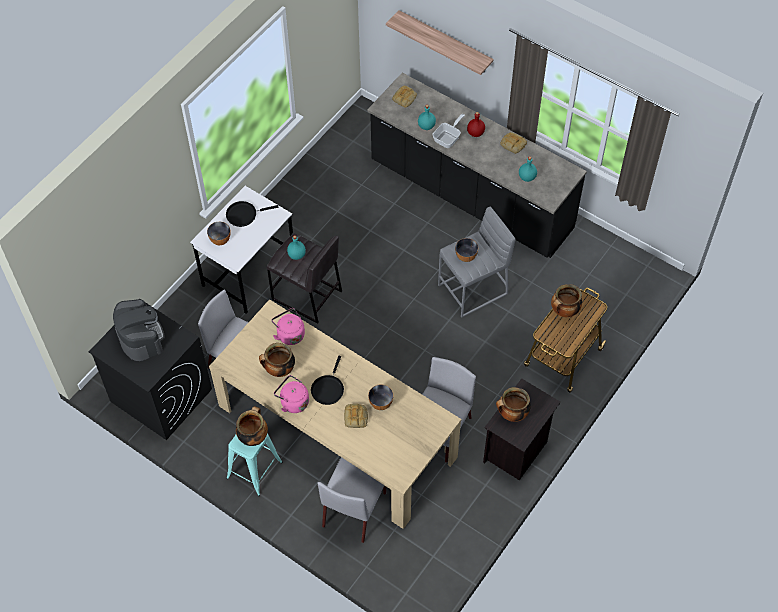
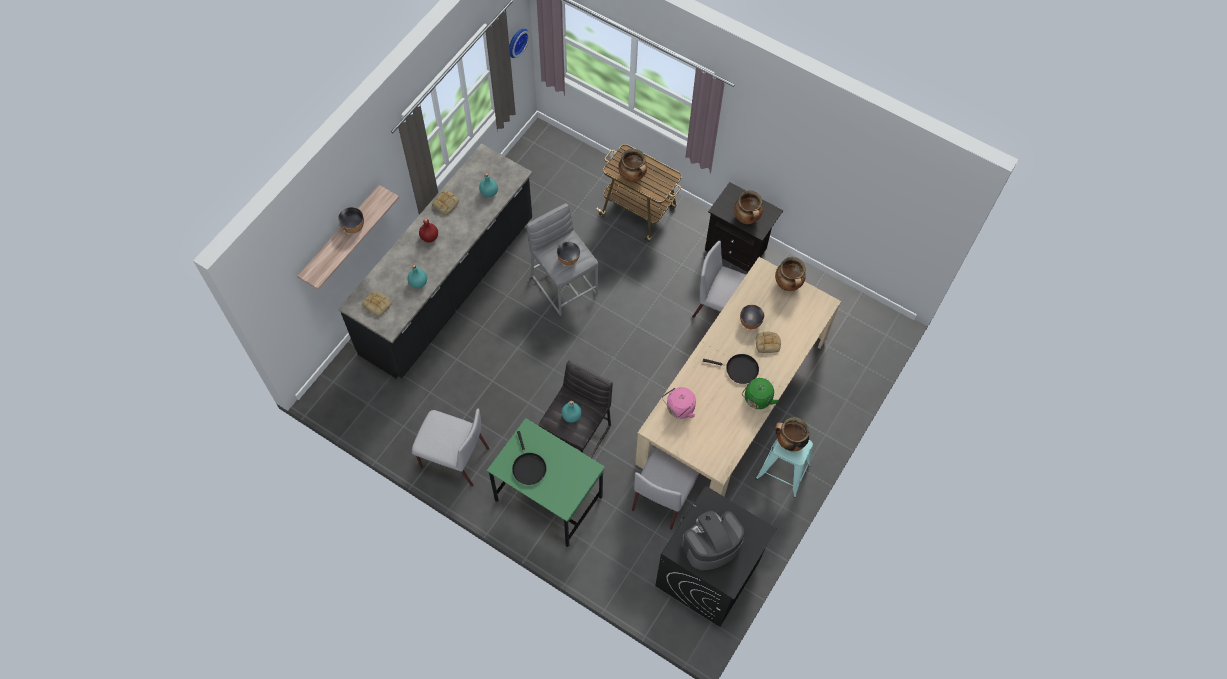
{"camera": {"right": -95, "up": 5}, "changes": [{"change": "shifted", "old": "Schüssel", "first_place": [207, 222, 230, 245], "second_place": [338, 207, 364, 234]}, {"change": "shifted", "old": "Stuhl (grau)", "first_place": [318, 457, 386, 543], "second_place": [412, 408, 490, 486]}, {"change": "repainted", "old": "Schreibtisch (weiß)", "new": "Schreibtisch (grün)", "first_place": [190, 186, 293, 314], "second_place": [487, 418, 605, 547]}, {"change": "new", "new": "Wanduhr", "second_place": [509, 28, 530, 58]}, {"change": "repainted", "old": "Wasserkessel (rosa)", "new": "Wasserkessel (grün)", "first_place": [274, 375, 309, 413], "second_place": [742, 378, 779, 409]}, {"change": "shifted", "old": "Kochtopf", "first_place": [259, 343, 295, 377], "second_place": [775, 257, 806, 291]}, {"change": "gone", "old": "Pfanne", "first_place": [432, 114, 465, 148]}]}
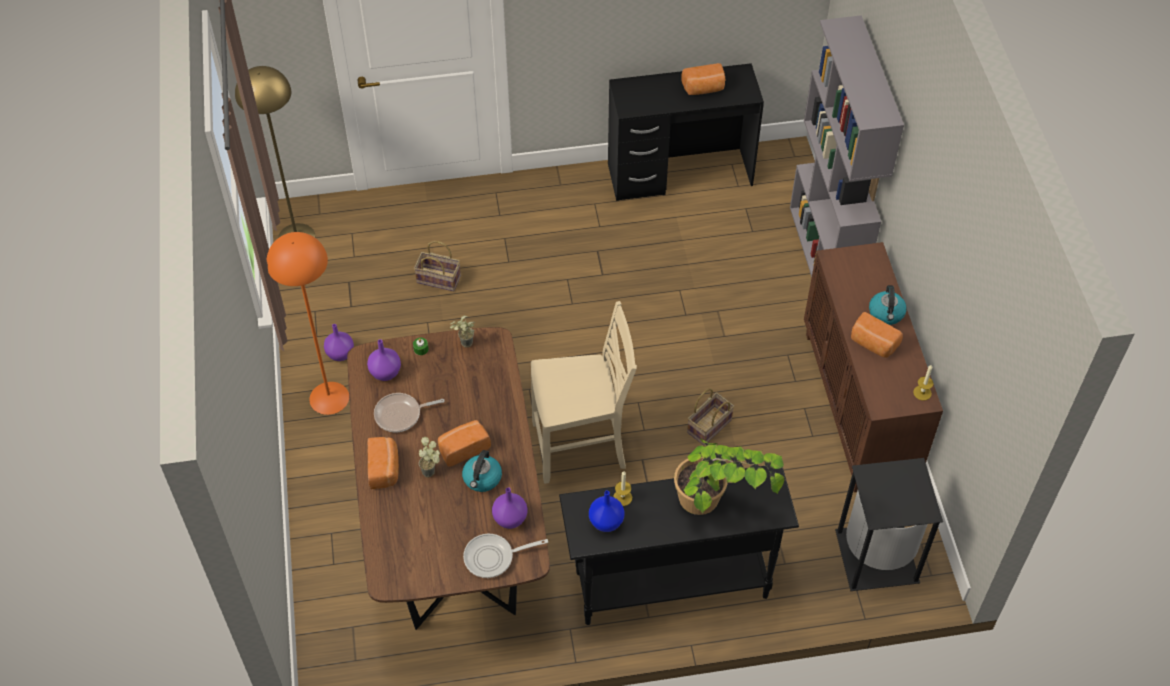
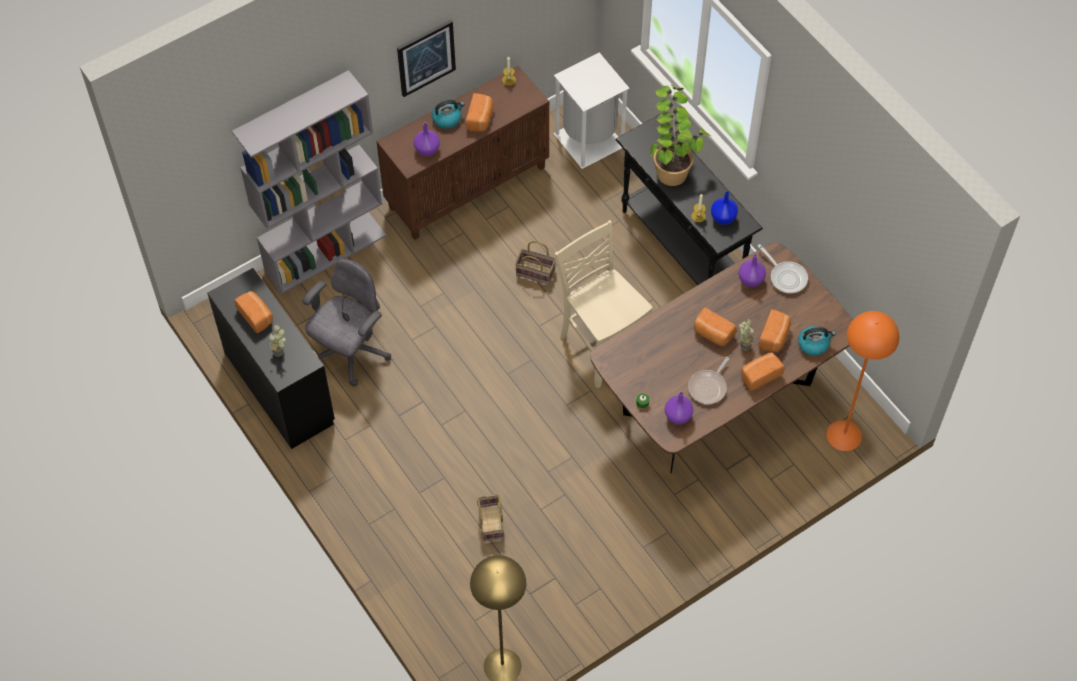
{"camera": {"right": -115, "up": 5}, "changes": [{"change": "shifted", "old": "Topfpflanze", "first_place": [450, 316, 475, 347], "second_place": [269, 325, 286, 357]}, {"change": "new", "new": "Bürostuhl (grau)", "second_place": [302, 258, 392, 386]}, {"change": "new", "new": "Bild", "second_place": [397, 20, 456, 97]}, {"change": "shifted", "old": "Vase (lila)", "first_place": [324, 324, 354, 361], "second_place": [414, 123, 440, 156]}, {"change": "repainted", "old": "Mülleimer (schwarz)", "new": "Mülleimer (weiß)", "first_place": [835, 458, 943, 591], "second_place": [553, 52, 630, 169]}, {"change": "rotated", "old": "Pfanne", "first_place": [374, 393, 444, 432], "second_place": [688, 357, 729, 404], "degrees": 75}, {"change": "new", "new": "Brot", "second_place": [758, 309, 791, 352]}, {"change": "shifted", "old": "Wasserkessel", "first_place": [462, 450, 502, 492], "second_place": [798, 326, 836, 356]}, {"change": "shifted", "old": "Stehlampe (orange)", "first_place": [266, 232, 349, 415], "second_place": [827, 311, 899, 451]}]}
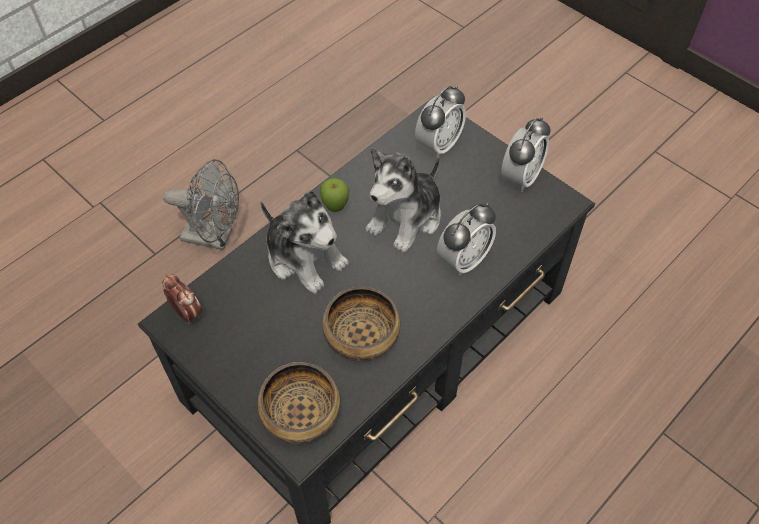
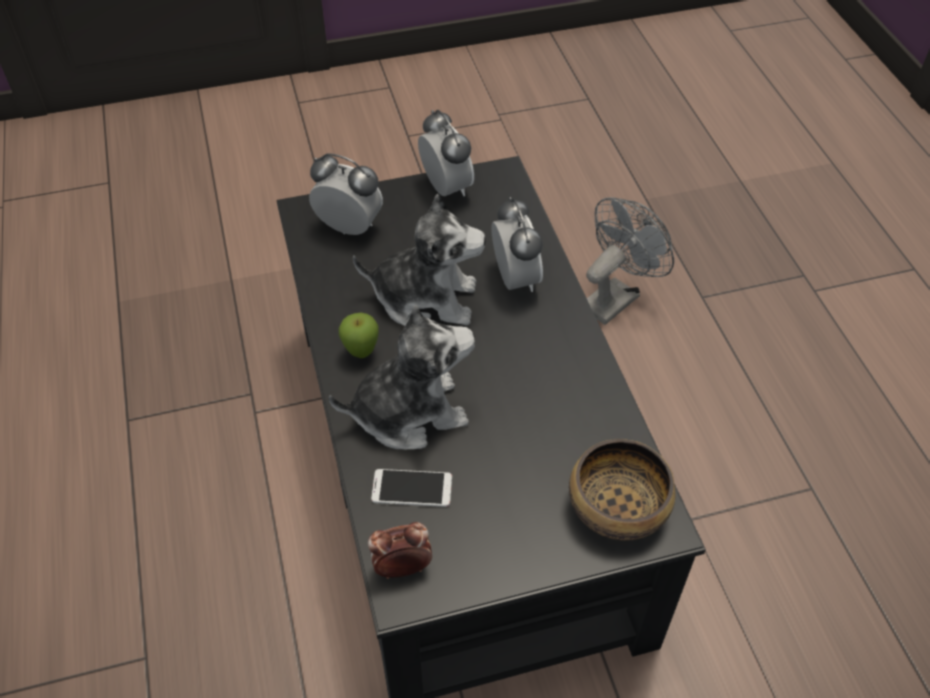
{"camera": {"right": -60, "up": -5}, "changes": [{"change": "rotated", "old": "Wecker", "first_place": [415, 86, 466, 158], "second_place": [309, 153, 383, 235], "degrees": -45}, {"change": "rotated", "old": "Plüschtier", "first_place": [366, 148, 441, 253], "second_place": [353, 194, 486, 326], "degrees": -60}, {"change": "new", "new": "Handy", "second_place": [371, 469, 452, 507]}, {"change": "shifted", "old": "Ventilator (grau)", "first_place": [163, 159, 239, 250], "second_place": [586, 197, 674, 325]}, {"change": "gone", "old": "Schüssel", "first_place": [322, 287, 400, 362]}]}
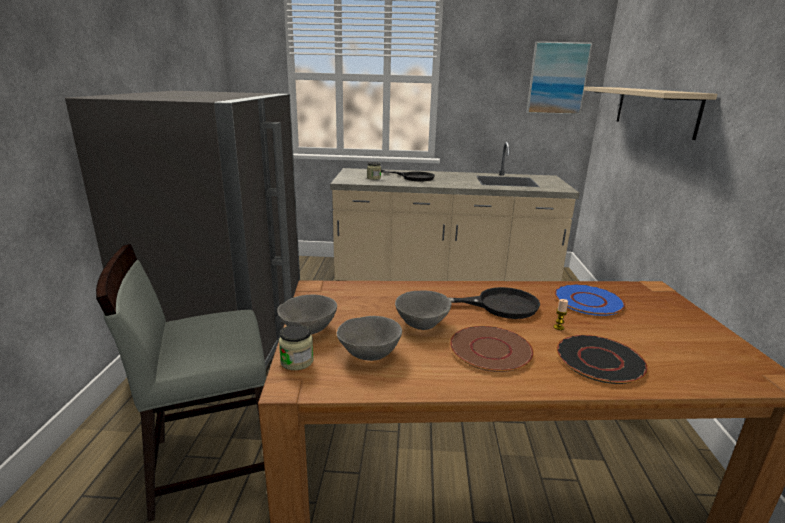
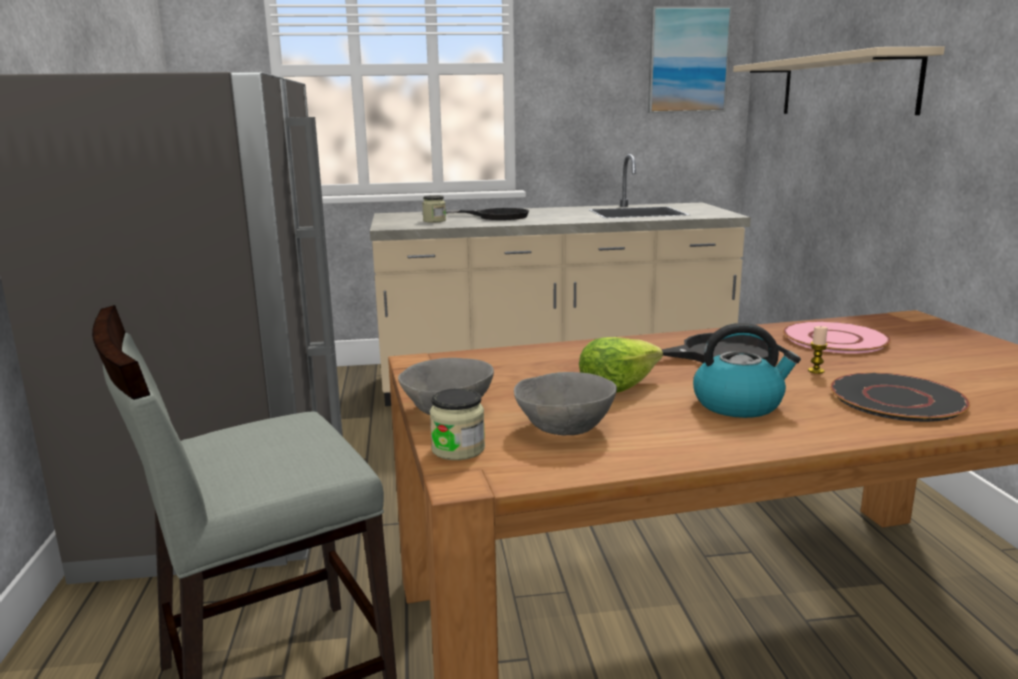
{"camera": {"right": -10, "up": -5}, "changes": [{"change": "swapped", "old": "Schüssel (grau)", "new": "Salatkopf", "first_place": [395, 290, 451, 330], "second_place": [579, 337, 663, 393]}, {"change": "swapped", "old": "Teller (braun)", "new": "Wasserkessel", "first_place": [450, 326, 534, 372], "second_place": [693, 323, 801, 418]}, {"change": "repainted", "old": "Teller (blau)", "new": "Teller (rosa)", "first_place": [554, 284, 626, 316], "second_place": [783, 321, 891, 354]}]}
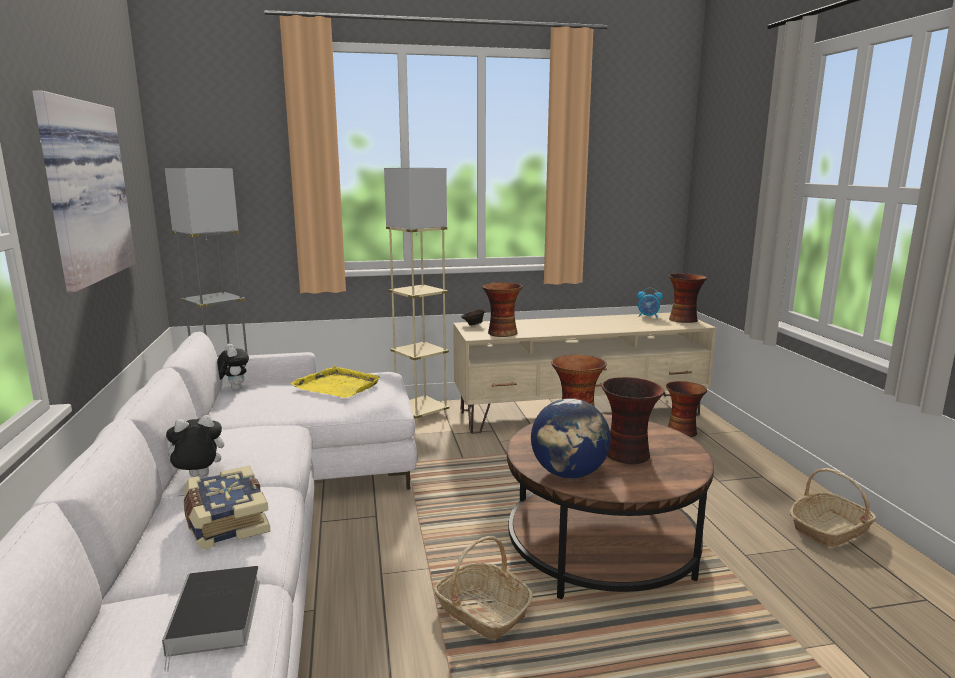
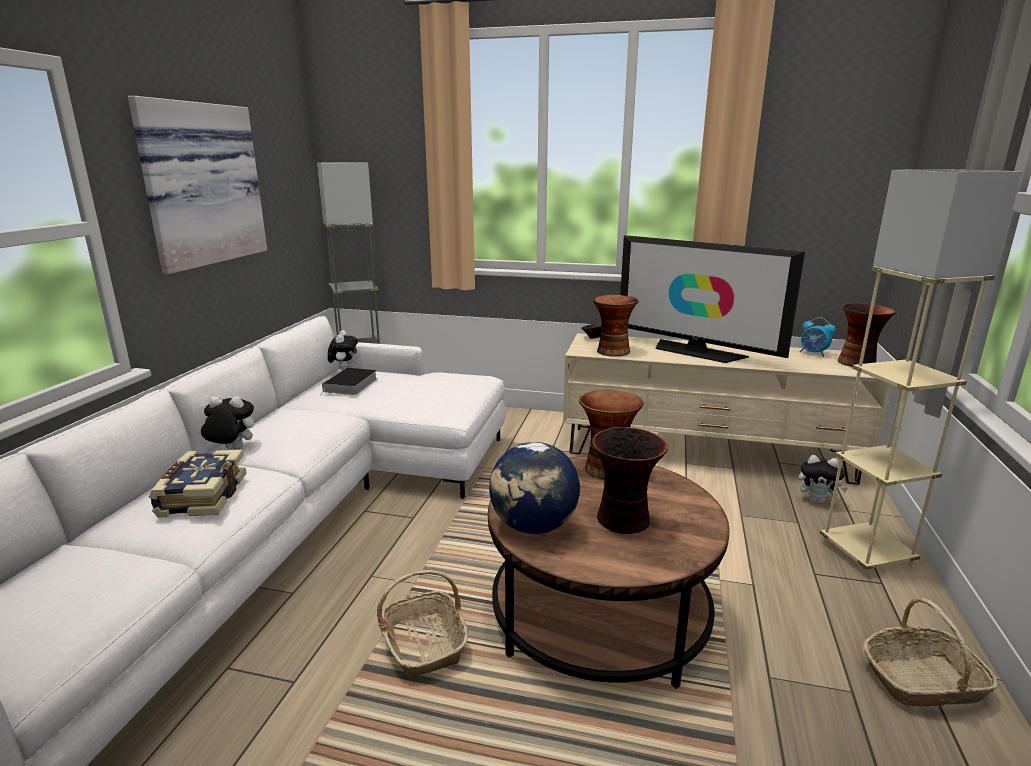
{"camera": {"right": 25, "up": 5}, "changes": [{"change": "shifted", "old": "Buch", "first_place": [162, 566, 260, 671], "second_place": [320, 368, 377, 395]}, {"change": "new", "new": "Fernseher", "second_place": [620, 235, 805, 363]}, {"change": "swapped", "old": "Vase", "new": "Plüschtier", "first_place": [666, 381, 707, 437], "second_place": [798, 455, 848, 504]}, {"change": "shifted", "old": "Stehlampe (beige)", "first_place": [384, 168, 450, 424], "second_place": [820, 169, 1022, 576]}, {"change": "gone", "old": "Tablett (gelb)", "first_place": [290, 366, 380, 398]}]}
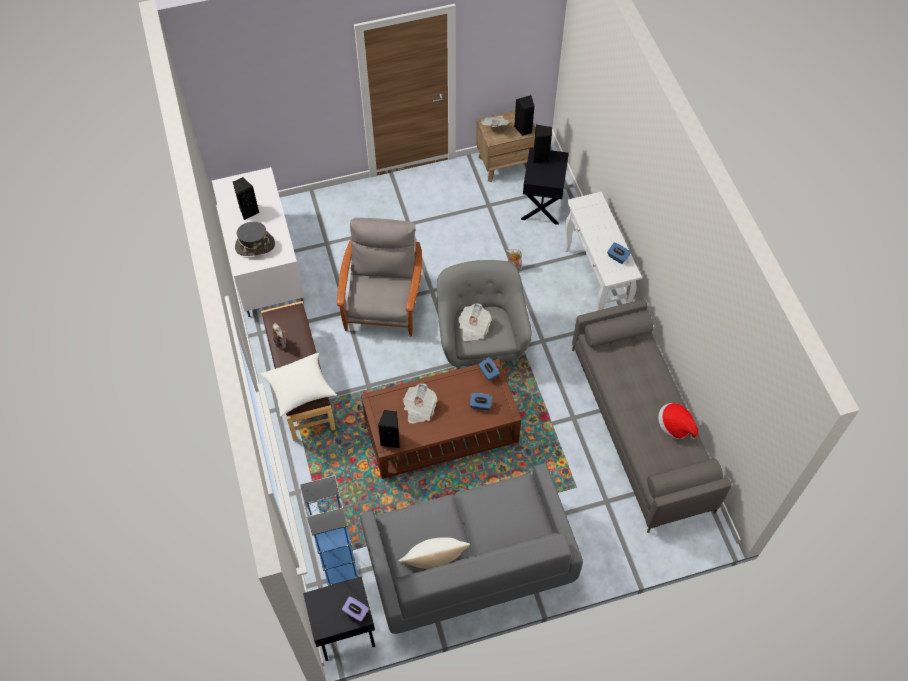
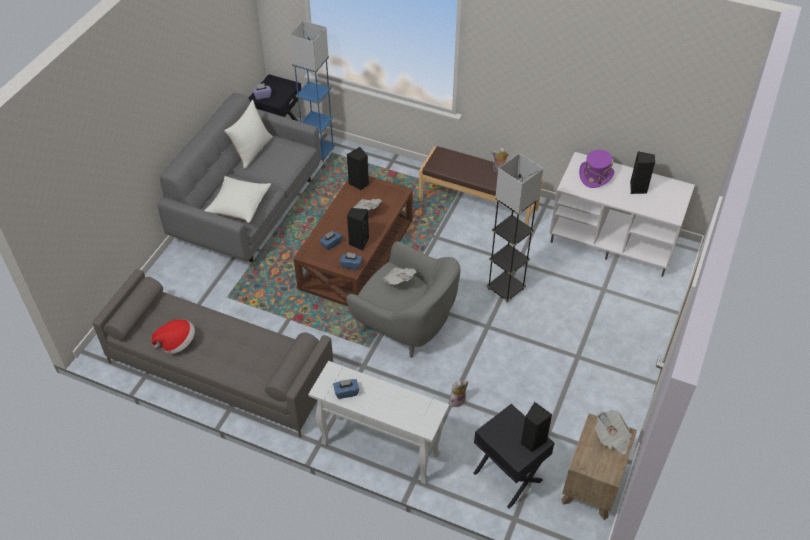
{"camera": {"right": 130, "up": -10}, "changes": [{"change": "shifted", "old": "Kissen (weiß)", "first_place": [260, 353, 337, 417], "second_place": [204, 176, 271, 223]}, {"change": "shifted", "old": "Lautsprecher (schwarz)", "first_place": [514, 95, 534, 136], "second_place": [347, 208, 369, 251]}, {"change": "swapped", "old": "Sessel (grau)", "new": "Stehlampe (grau)", "first_place": [337, 218, 422, 337], "second_place": [486, 153, 543, 303]}, {"change": "repainted", "old": "Hut (grau)", "new": "Hut (lila)", "first_place": [235, 222, 275, 256], "second_place": [579, 150, 614, 188]}]}
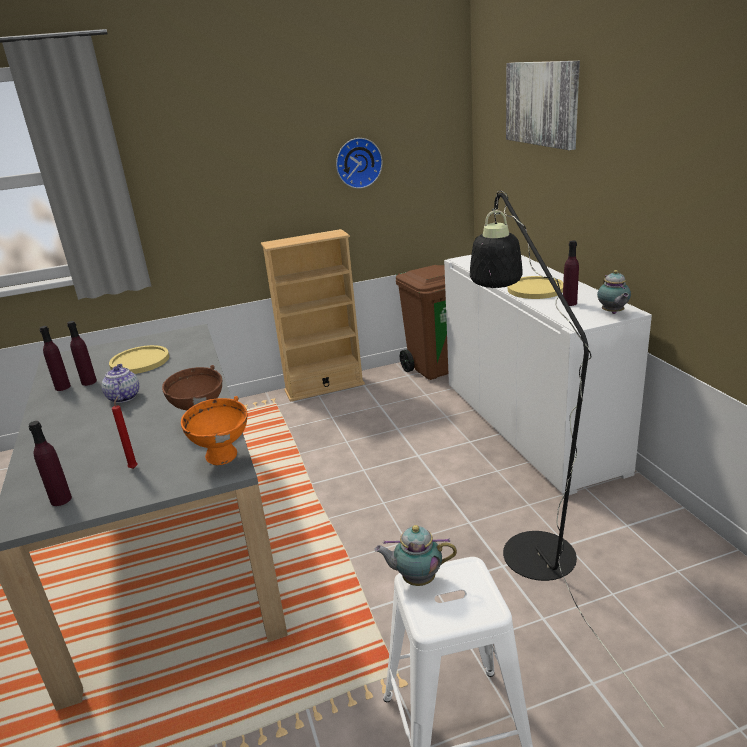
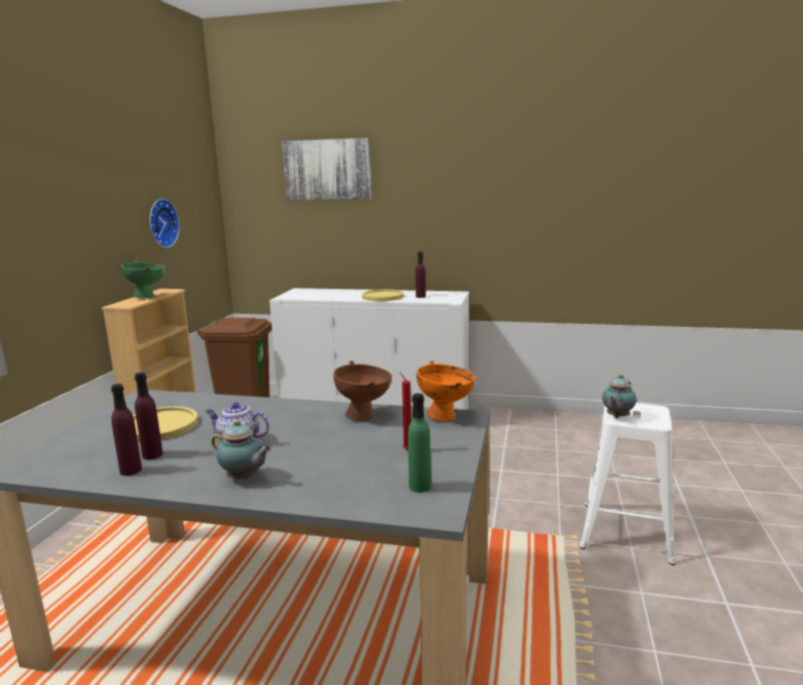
{"camera": {"right": -60, "up": -10}, "changes": [{"change": "new", "new": "Schüssel (grün)", "second_place": [121, 260, 165, 298]}, {"change": "shifted", "old": "Teekanne", "first_place": [597, 270, 631, 314], "second_place": [211, 420, 272, 479]}, {"change": "repainted", "old": "Flasche (lila)", "new": "Flasche (grün)", "first_place": [29, 421, 72, 506], "second_place": [408, 393, 431, 493]}, {"change": "gone", "old": "Stehlampe (schwarz)", "first_place": [470, 190, 664, 728]}]}
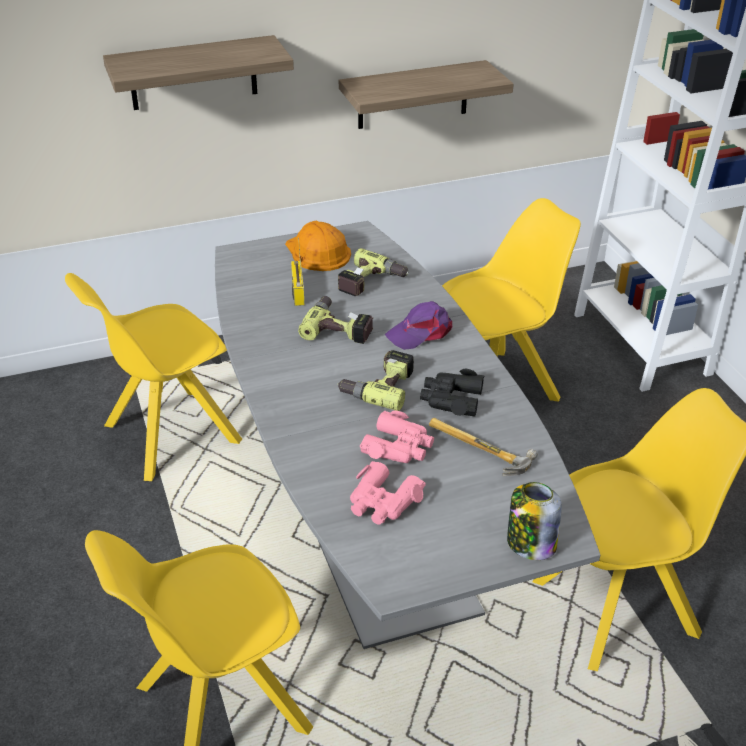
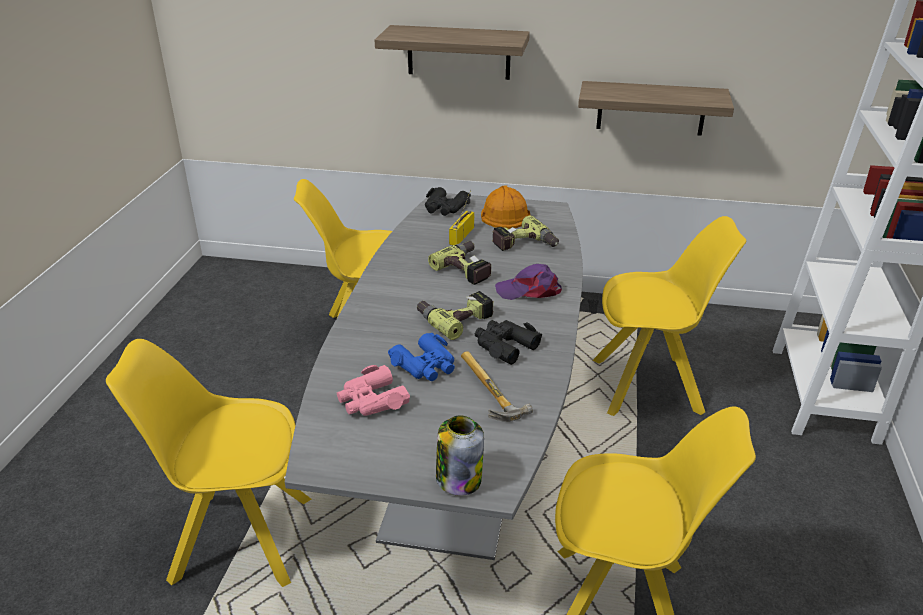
{"camera": {"right": 30, "up": -5}, "changes": [{"change": "repainted", "old": "Fernglas (rosa)", "new": "Fernglas (blau)", "first_place": [360, 410, 434, 463], "second_place": [388, 333, 455, 381]}, {"change": "new", "new": "Fernglas (schwarz)", "second_place": [425, 187, 471, 216]}]}
